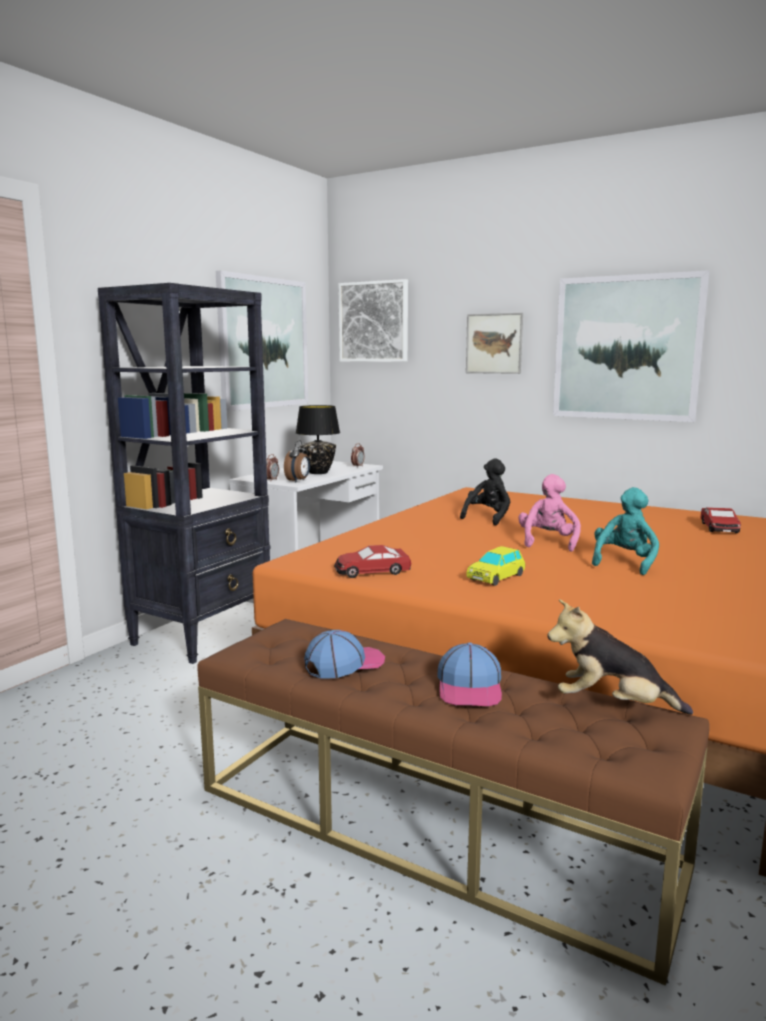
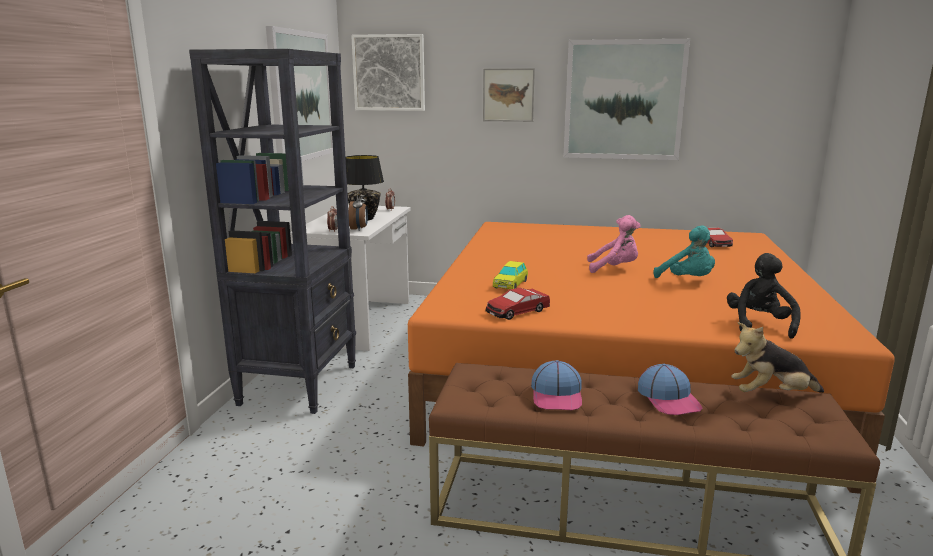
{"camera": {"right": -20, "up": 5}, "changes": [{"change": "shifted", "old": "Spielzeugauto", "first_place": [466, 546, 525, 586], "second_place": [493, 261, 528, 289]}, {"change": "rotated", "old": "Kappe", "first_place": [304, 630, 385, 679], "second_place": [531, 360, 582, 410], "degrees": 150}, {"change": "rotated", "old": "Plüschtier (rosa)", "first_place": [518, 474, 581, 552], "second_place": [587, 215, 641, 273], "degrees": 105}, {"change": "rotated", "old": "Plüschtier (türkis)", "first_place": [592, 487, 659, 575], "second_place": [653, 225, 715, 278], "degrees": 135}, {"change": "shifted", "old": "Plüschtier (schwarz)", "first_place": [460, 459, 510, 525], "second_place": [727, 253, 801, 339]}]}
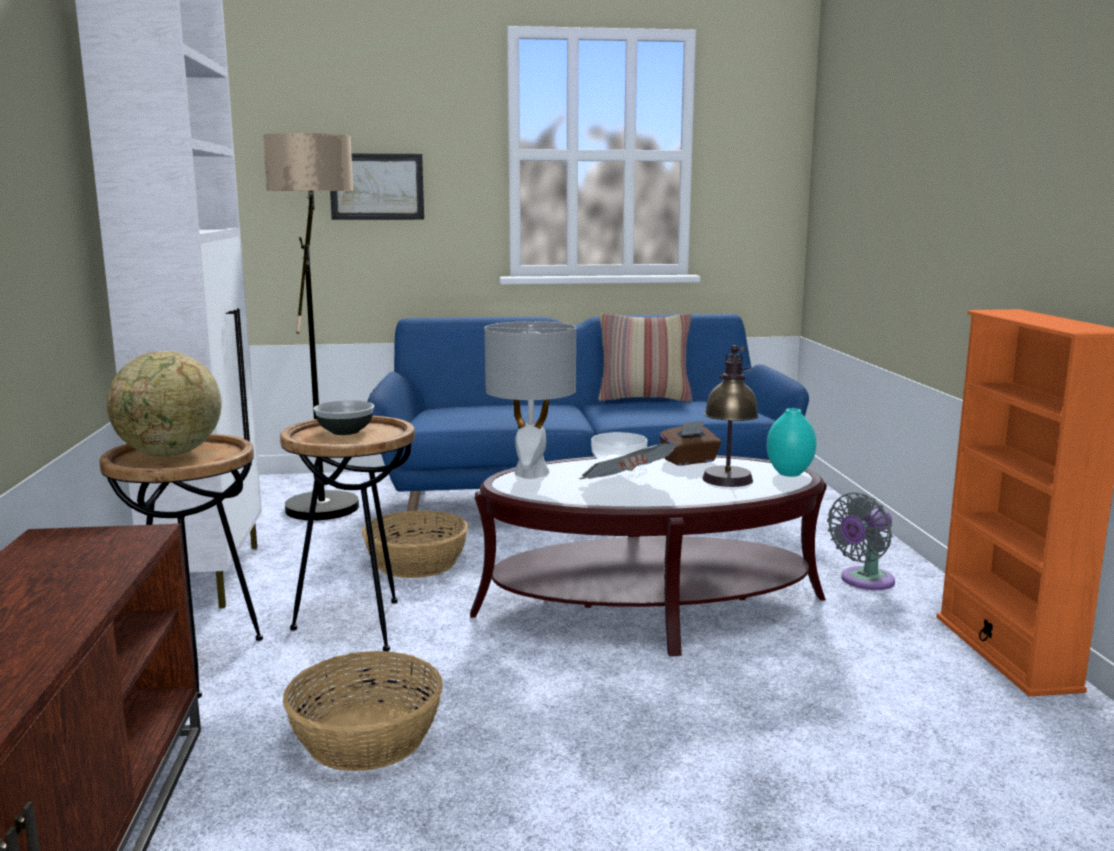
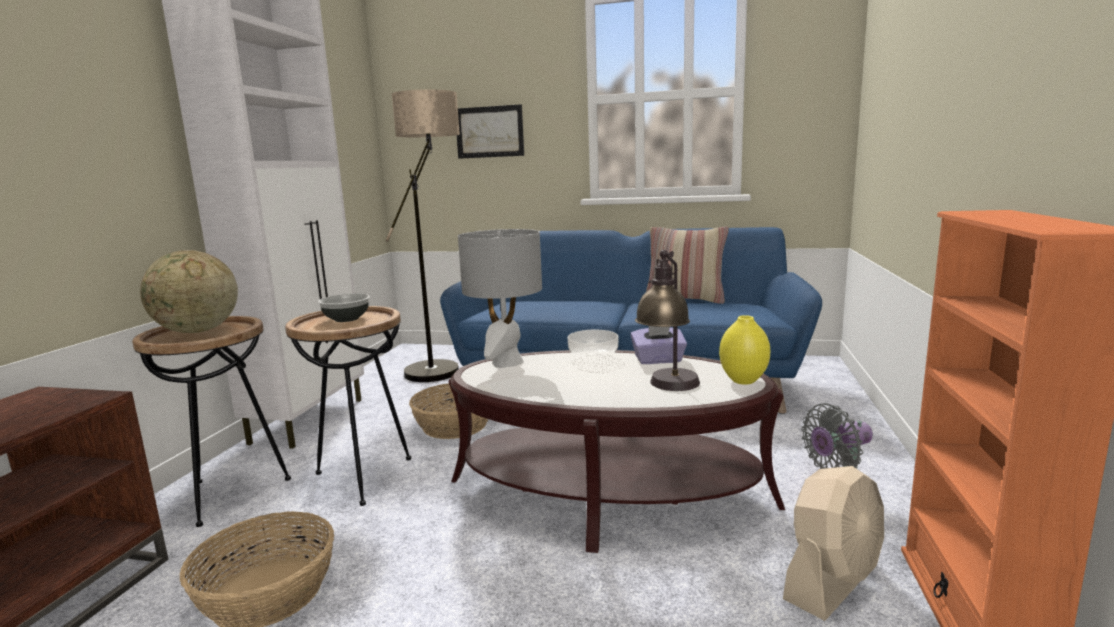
{"camera": {"right": 20, "up": 0}, "changes": [{"change": "repainted", "old": "Taschentuchbox (braun)", "new": "Taschentuchbox (lila)", "first_place": [659, 421, 721, 466], "second_place": [631, 326, 687, 364]}, {"change": "repainted", "old": "Vase (türkis)", "new": "Vase (gelb)", "first_place": [767, 408, 816, 477], "second_place": [719, 315, 770, 385]}, {"change": "new", "new": "Ventilator (beige)", "second_place": [783, 466, 884, 621]}, {"change": "gone", "old": "Zeitung", "first_place": [579, 443, 678, 479]}]}
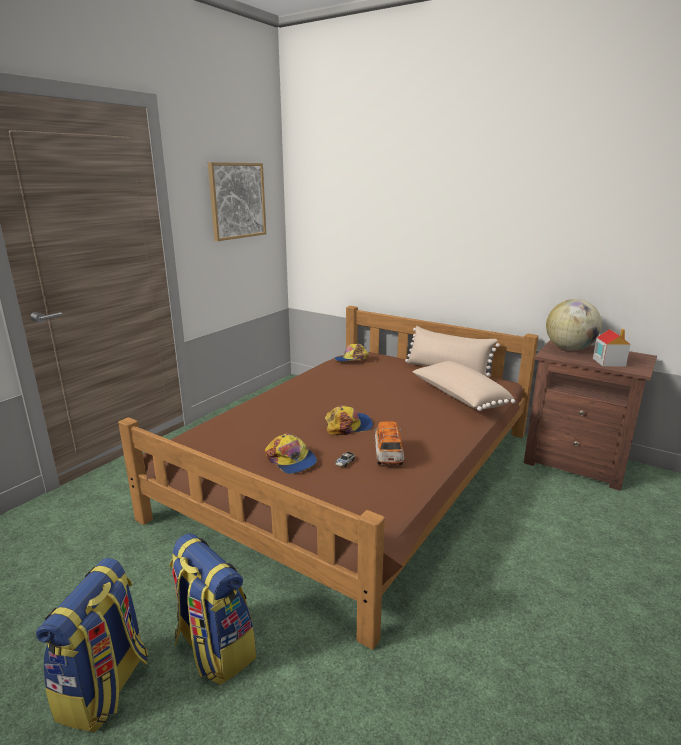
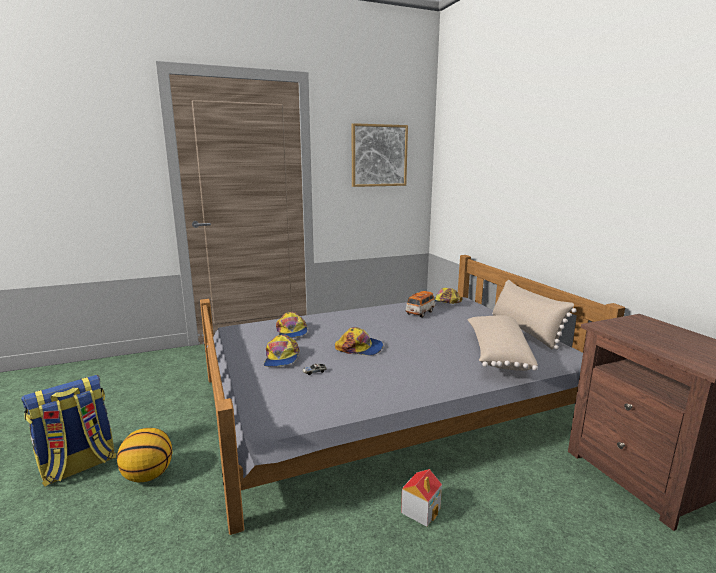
{"camera": {"right": 35, "up": -5}, "changes": [{"change": "swapped", "old": "Rucksack", "new": "Basketball", "first_place": [169, 533, 256, 685], "second_place": [117, 428, 172, 482]}, {"change": "repainted", "old": "Bett (braun)", "new": "Bett (grau)", "first_place": [118, 306, 538, 649], "second_place": [200, 255, 625, 535]}, {"change": "new", "new": "Kappe", "second_place": [276, 312, 308, 338]}, {"change": "shifted", "old": "Spielzeughaus", "first_place": [593, 329, 631, 366], "second_place": [401, 469, 442, 527]}, {"change": "shifted", "old": "Spielzeugauto", "first_place": [374, 421, 404, 465], "second_place": [405, 291, 436, 318]}, {"change": "gone", "old": "Globus", "first_place": [546, 299, 602, 350]}]}
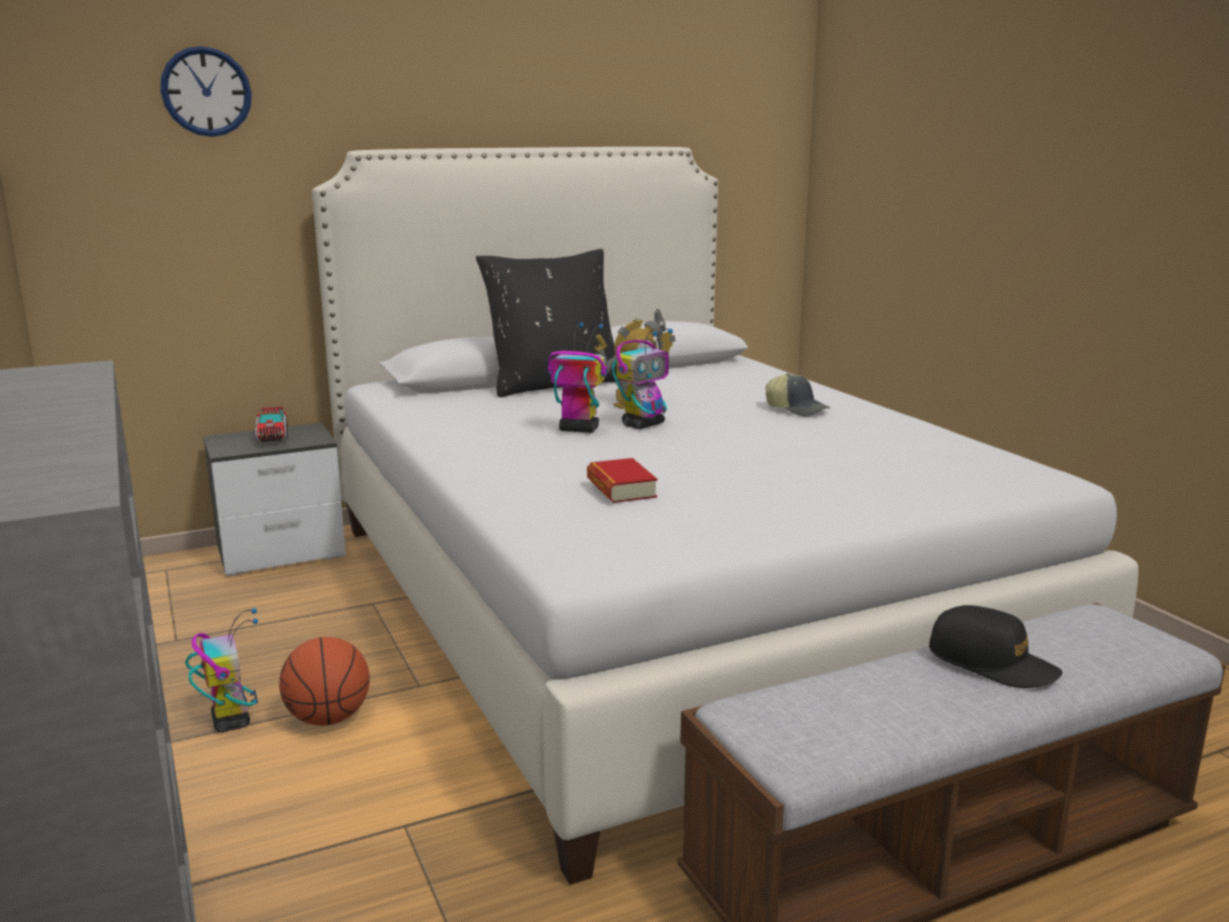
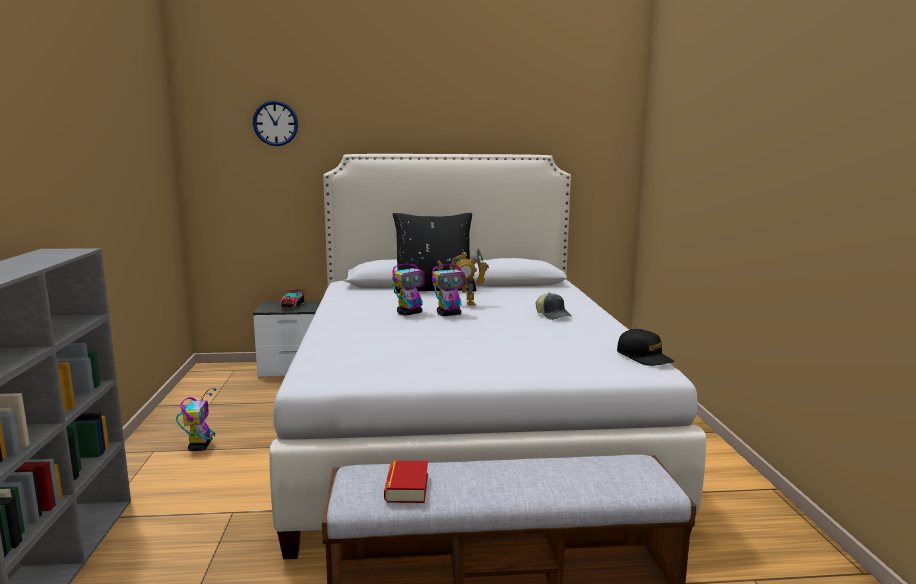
{"camera": {"right": 20, "up": -5}, "changes": [{"change": "shifted", "old": "Buch", "first_place": [587, 458, 657, 503], "second_place": [384, 460, 428, 503]}, {"change": "rotated", "old": "Spielzeugroboter", "first_place": [548, 323, 607, 433], "second_place": [392, 257, 425, 316], "degrees": 105}, {"change": "shifted", "old": "Kappe (schwarz)", "first_place": [929, 605, 1063, 688], "second_place": [617, 329, 674, 366]}, {"change": "gone", "old": "Basketball", "first_place": [279, 637, 370, 726]}]}
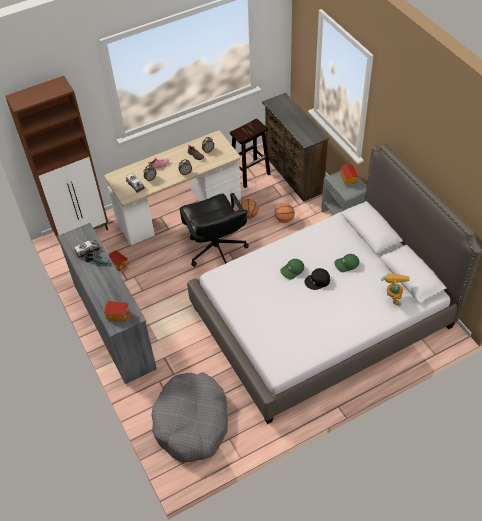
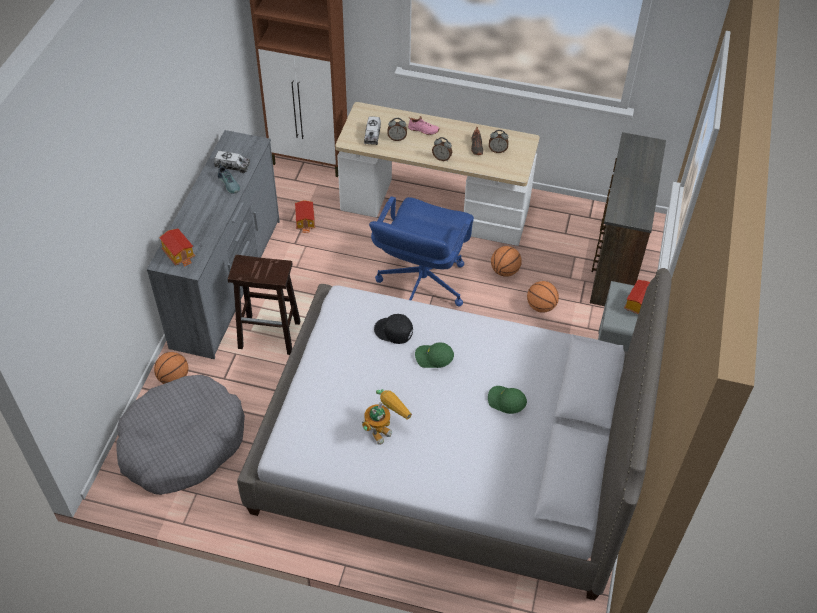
{"camera": {"right": 40, "up": 0}, "changes": [{"change": "new", "new": "Basketball", "second_place": [154, 352, 188, 384]}, {"change": "shifted", "old": "Hocker (braun)", "first_place": [230, 119, 271, 188], "second_place": [228, 255, 301, 355]}, {"change": "shifted", "old": "Spielzeugroboter", "first_place": [381, 274, 410, 306], "second_place": [362, 389, 412, 445]}, {"change": "repainted", "old": "Bürostuhl (schwarz)", "new": "Bürostuhl (blau)", "first_place": [180, 193, 249, 267], "second_place": [369, 196, 474, 306]}, {"change": "shifted", "old": "Kappe (schwarz)", "first_place": [304, 268, 330, 290], "second_place": [374, 314, 413, 344]}]}
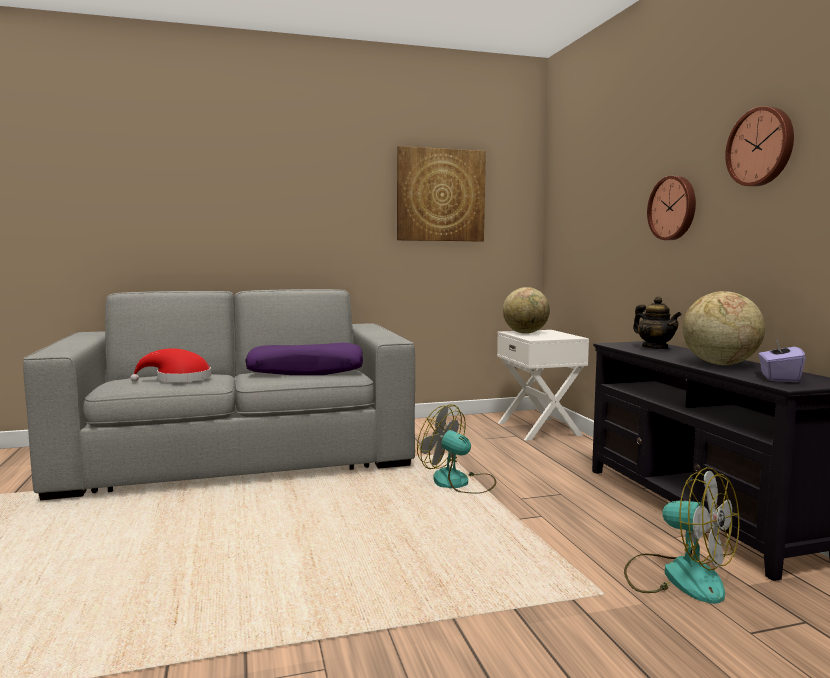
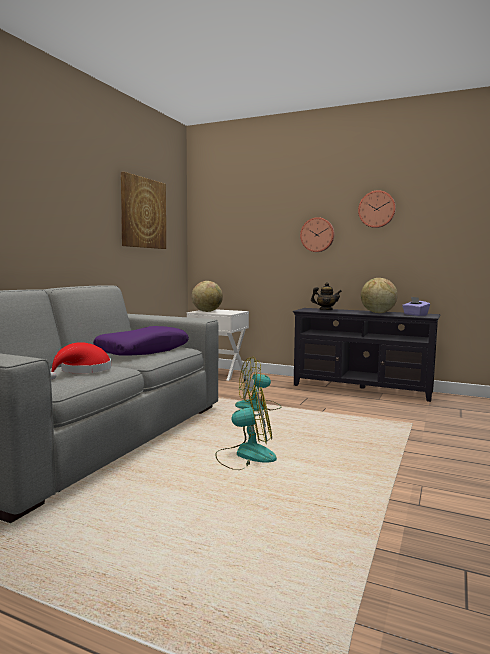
{"camera": {"right": -50, "up": 0}, "changes": [{"change": "shifted", "old": "Ventilator", "first_place": [624, 467, 739, 604], "second_place": [216, 385, 277, 470]}]}
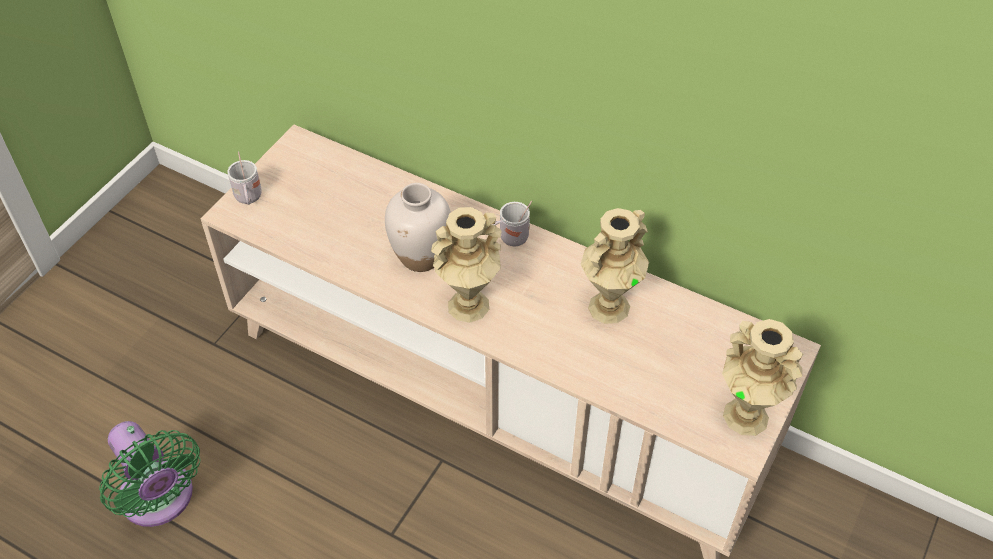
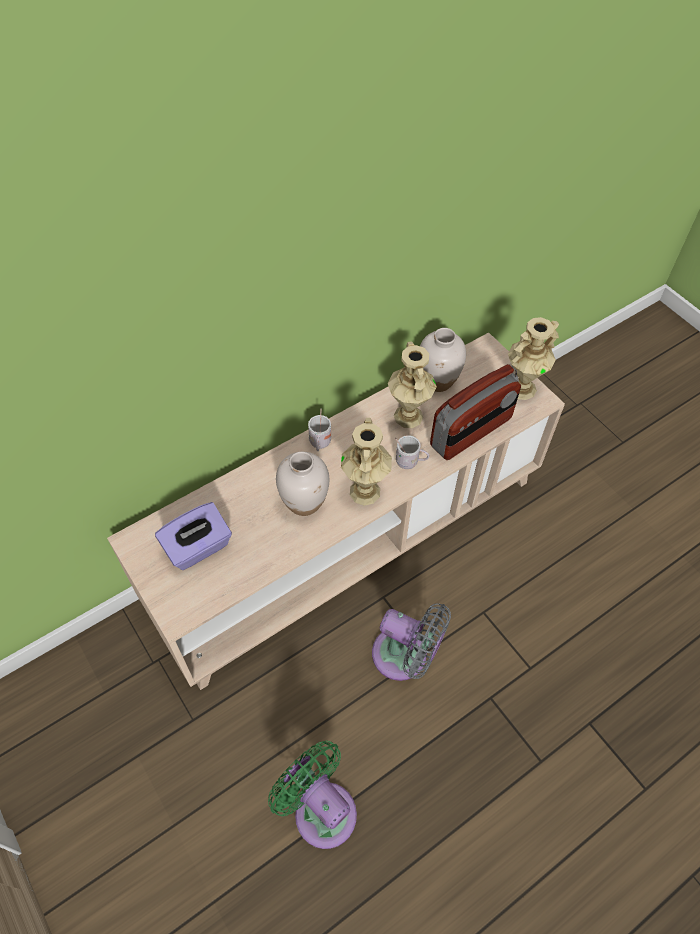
{"camera": {"right": -65, "up": 5}, "changes": [{"change": "new", "new": "Taschentuchbox (lila)", "second_place": [155, 502, 232, 570]}, {"change": "rotated", "old": "Ventilator (grün)", "first_place": [99, 421, 200, 527], "second_place": [268, 741, 357, 849], "degrees": -120}, {"change": "new", "new": "Ventilator (grau)", "second_place": [372, 603, 451, 681]}, {"change": "shifted", "old": "Henkelbecher (weiß)", "first_place": [227, 151, 262, 205], "second_place": [395, 435, 429, 469]}, {"change": "new", "new": "Vase (weiß)", "second_place": [420, 328, 466, 392]}, {"change": "new", "new": "Radio", "second_place": [430, 364, 521, 460]}]}
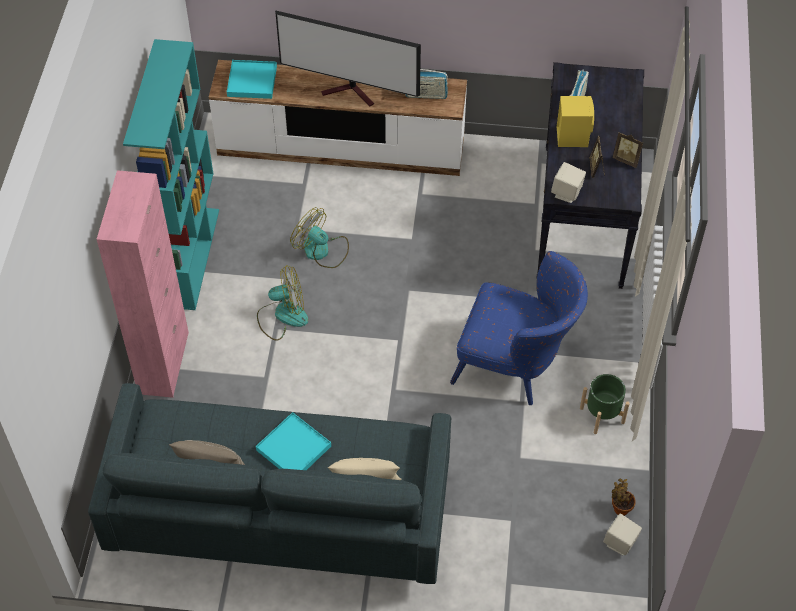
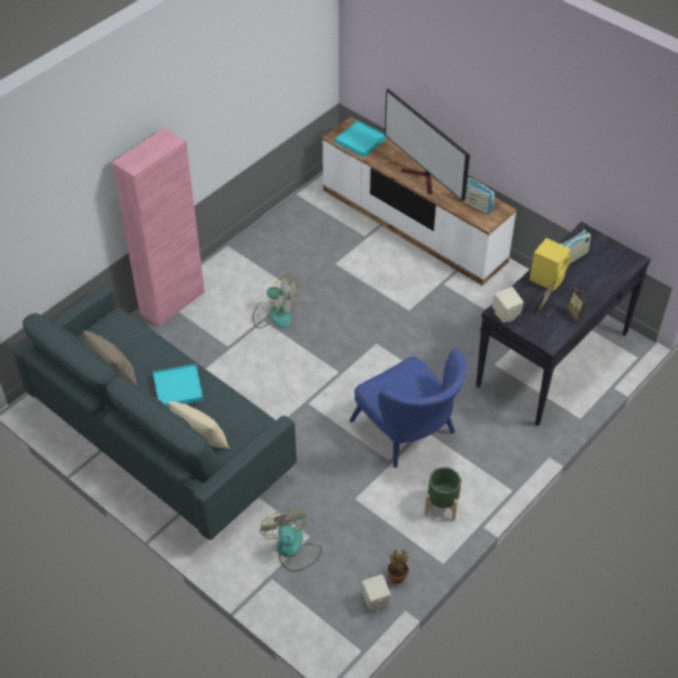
{"camera": {"right": 35, "up": -5}, "changes": [{"change": "shifted", "old": "Ventilator", "first_place": [290, 207, 349, 268], "second_place": [260, 509, 322, 572]}, {"change": "gone", "old": "Bücherregal (türkis)", "first_place": [123, 39, 219, 310]}]}
